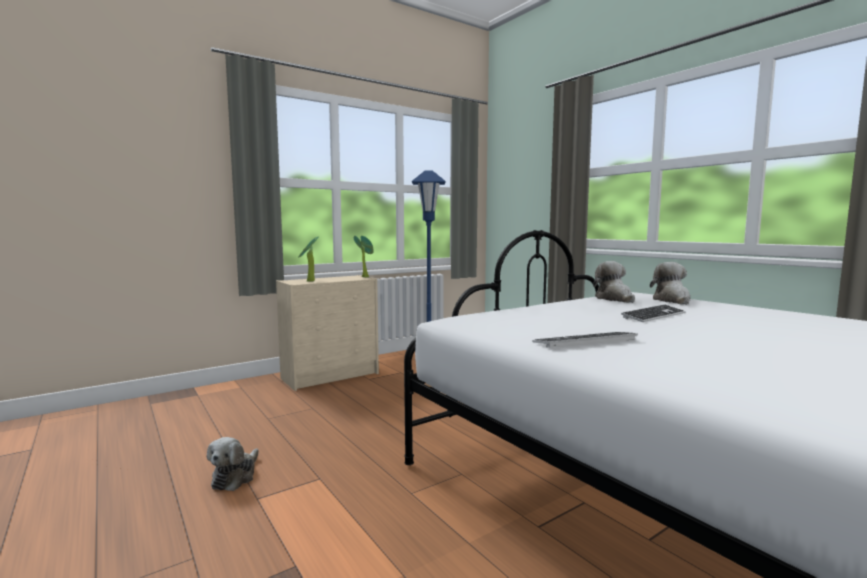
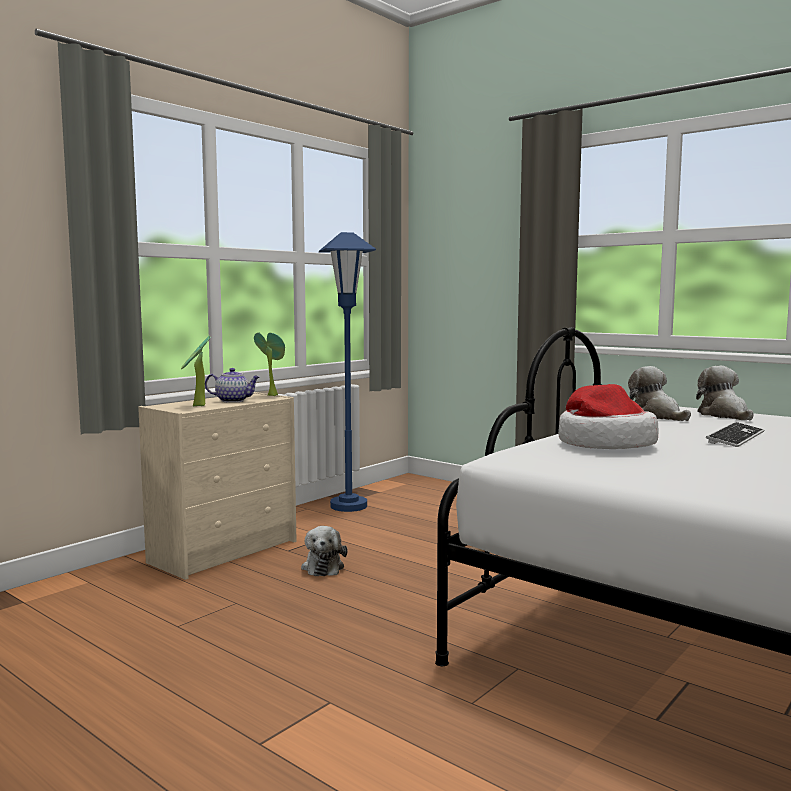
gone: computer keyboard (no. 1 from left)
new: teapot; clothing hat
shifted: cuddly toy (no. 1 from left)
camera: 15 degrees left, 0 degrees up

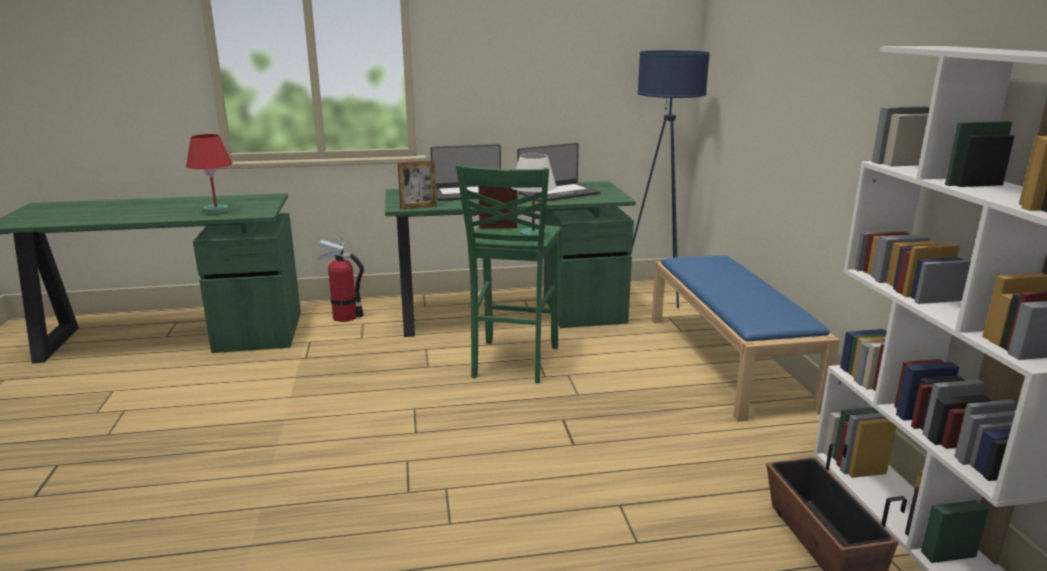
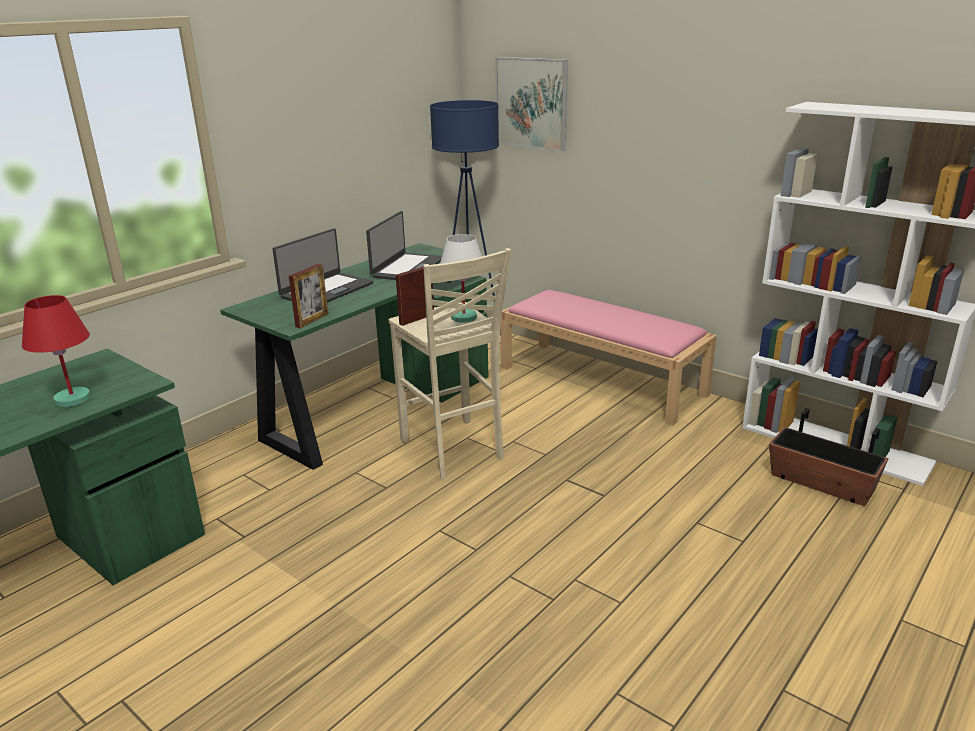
gone: extinguisher
new: wall art
repainted: green sitting stool to sand-coloured sitting stool; bluish indoor bench to pinkish indoor bench
camera: 40 degrees left, 5 degrees up

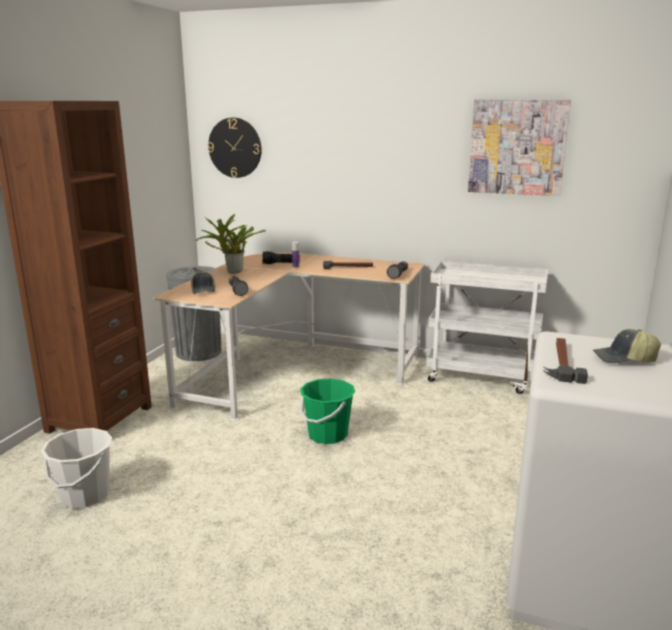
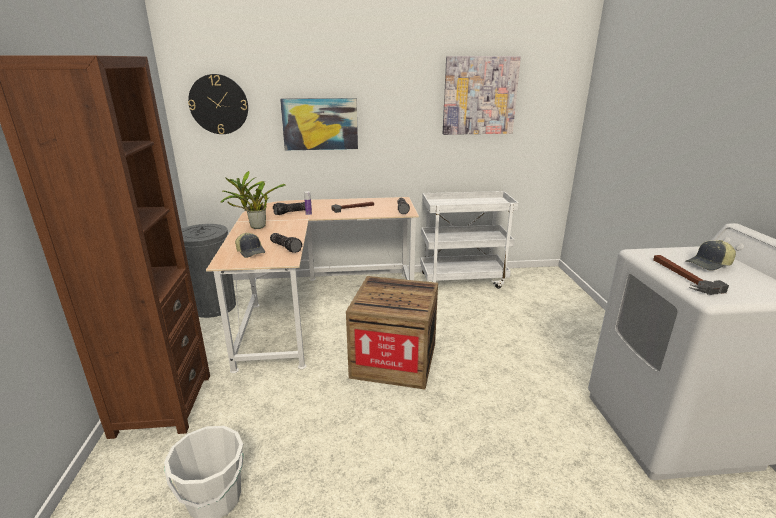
new: wall art (no. 1 from left)
swapped: green bucket to packing crate
camera: 25 degrees left, 5 degrees up

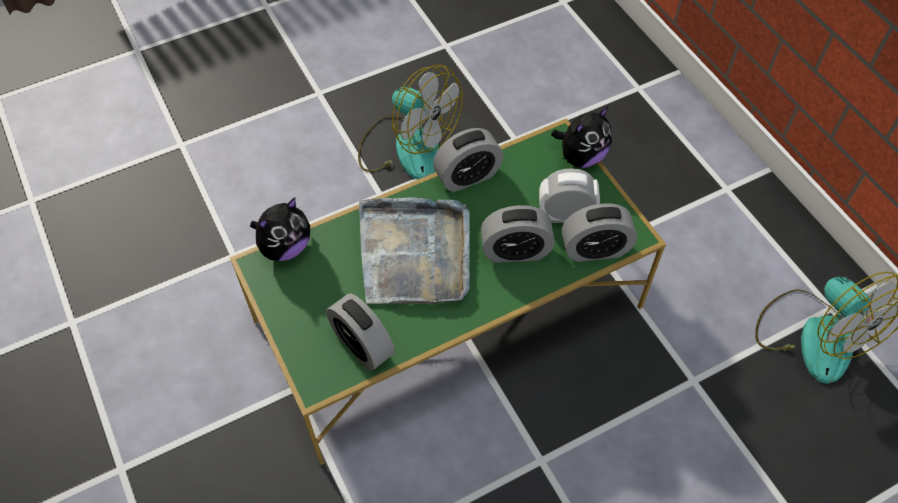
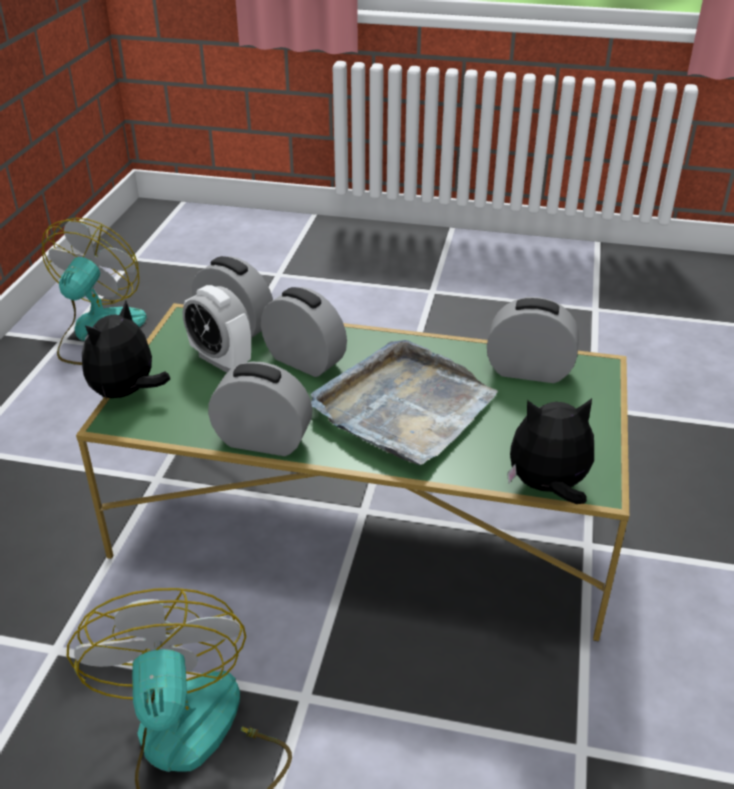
rotated: bedside clock (no. 1 from left in the first image) 75 degrees counterclockwise; cuddly toy (no. 2 from left in the first image) 60 degrees counterclockwise
camera: 140 degrees left, 20 degrees down

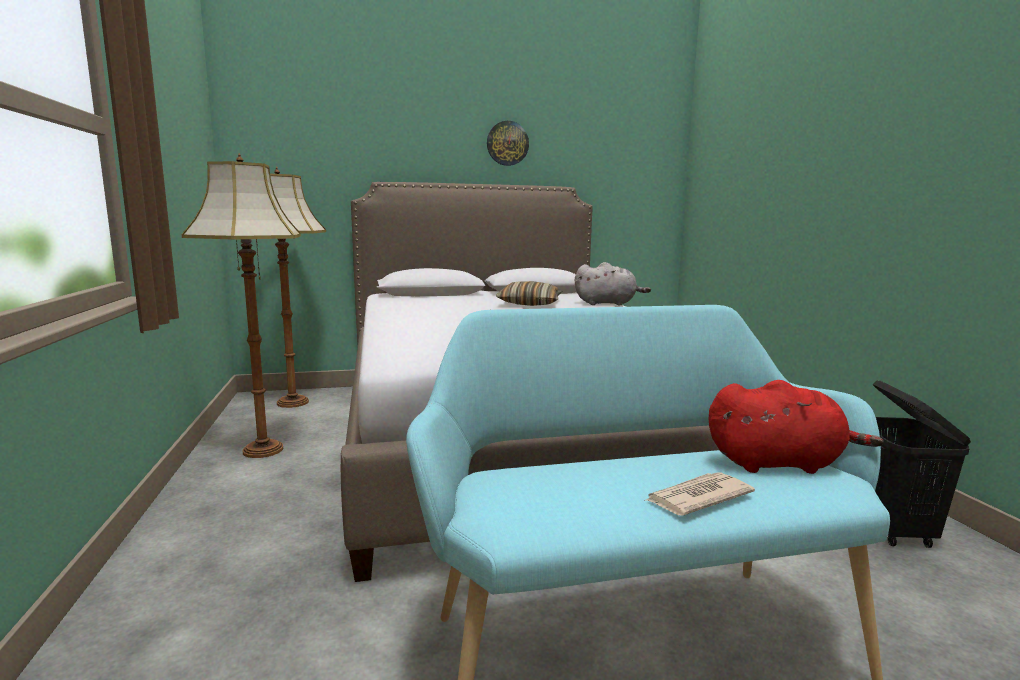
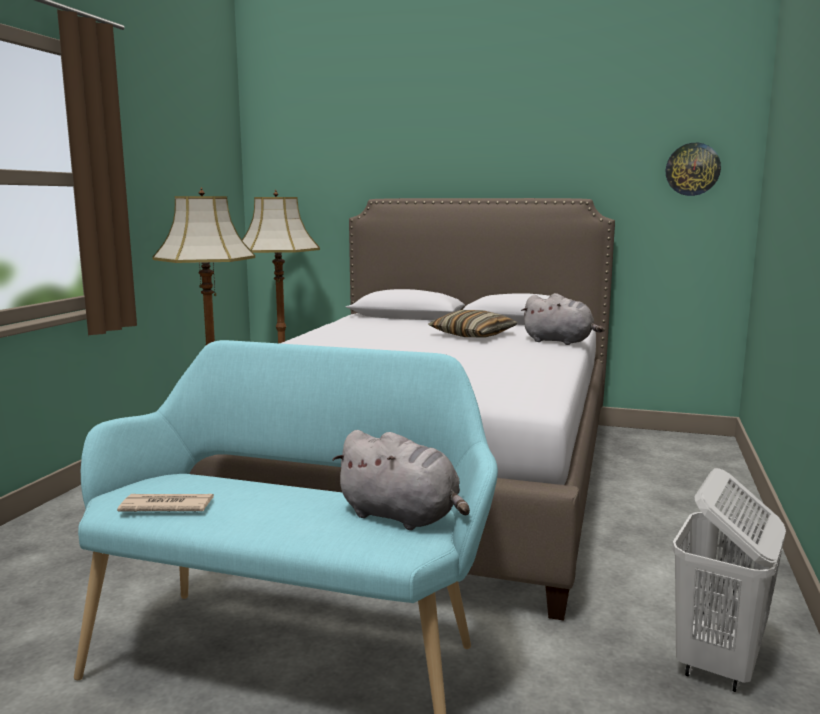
shifted: wall clock; newspaper
repainted: reddish cuddly toy to greyish cuddly toy (no. 1 from left); black-coloured hamper to white-coloured hamper
camera: 30 degrees right, 0 degrees up

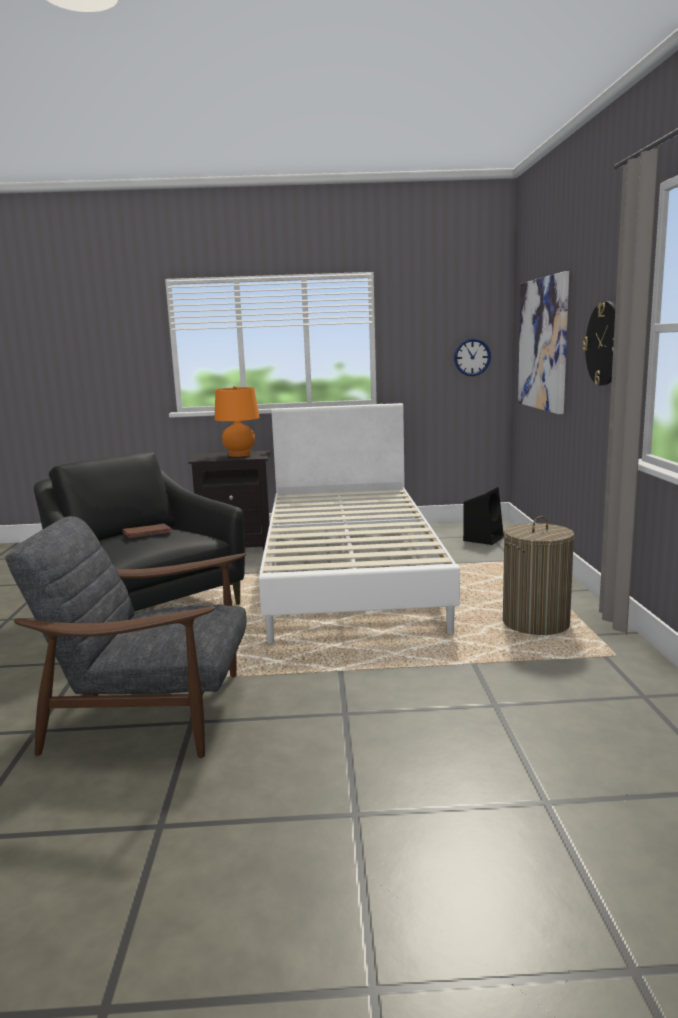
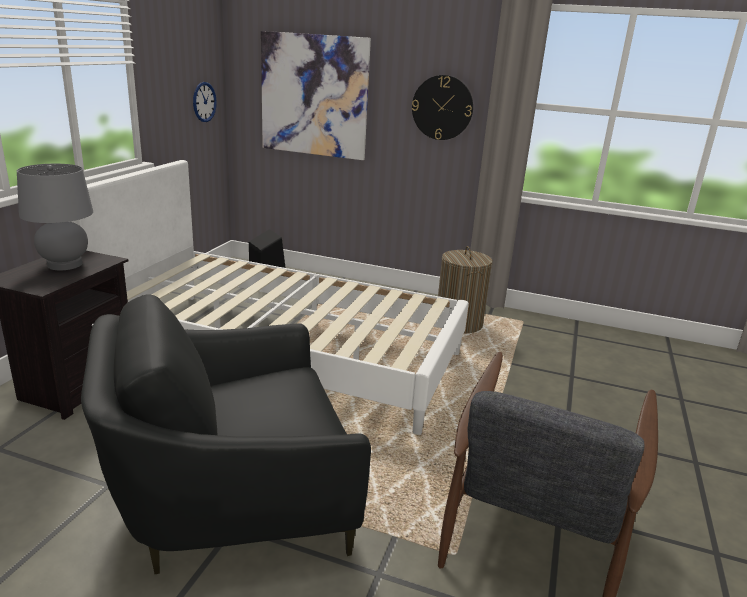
gone: brown-coloured book
repainted: orange-coloured table lamp to greyish table lamp
camera: 70 degrees left, 10 degrees up

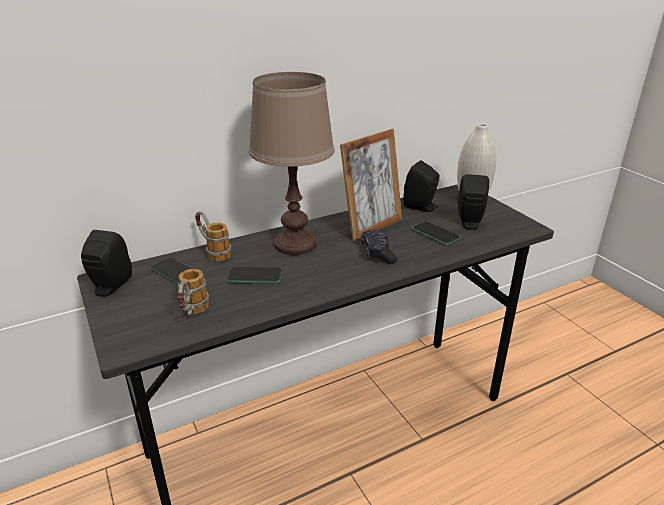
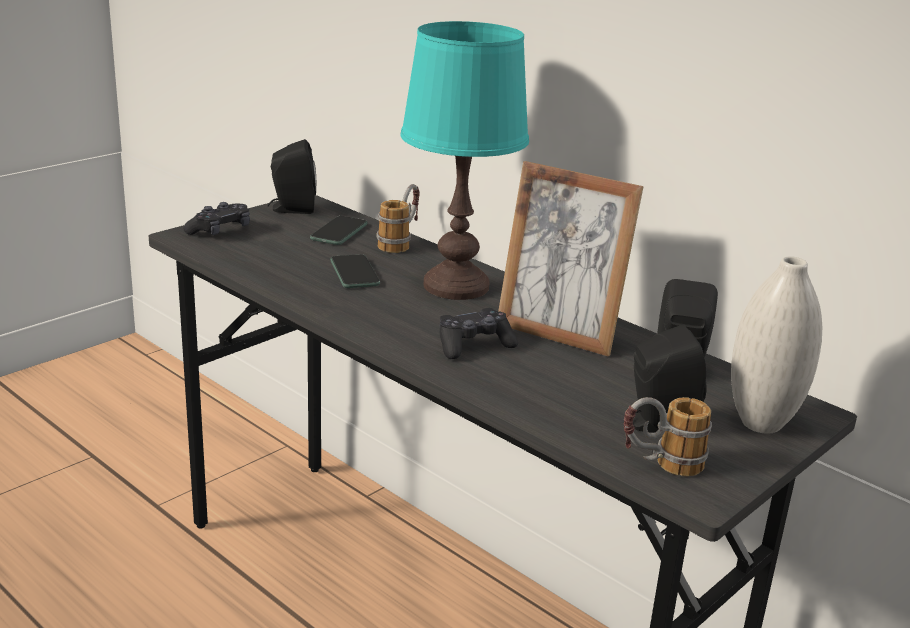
gone: handset (no. 3 from left)
new: black-coloured joypad (no. 1 from left)
shifted: tea mug (no. 1 from left in the first image) to tea mug (no. 2 from left)
repainted: brown-coloured table lamp to turquoise-coloured table lamp
camera: 70 degrees right, 5 degrees down

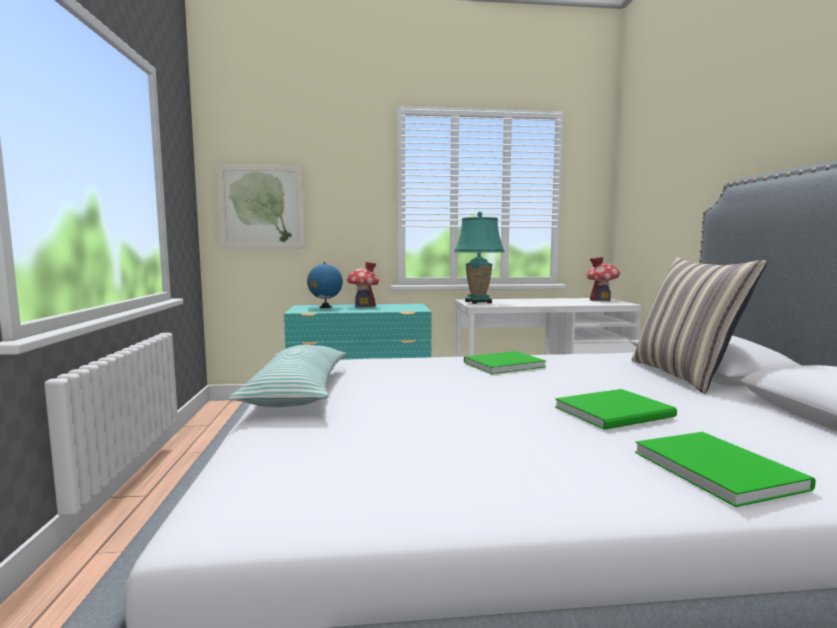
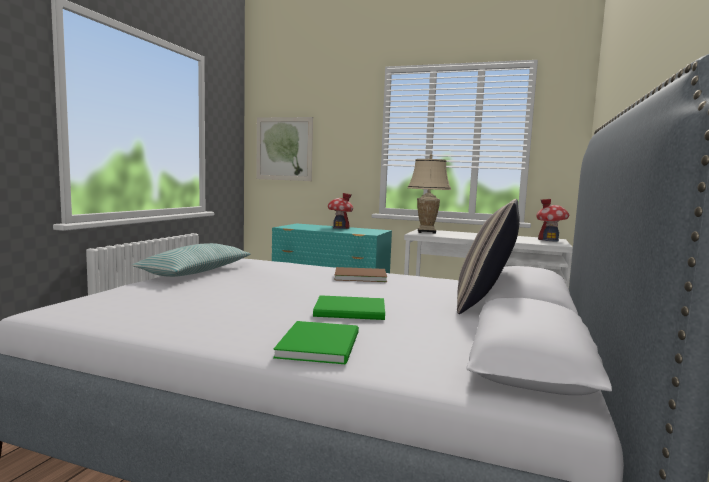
gone: world globe
repainted: turquoise-coloured table lamp to sand-coloured table lamp; green book (no. 1 from left) to brown-coloured book
camera: 25 degrees right, 0 degrees up

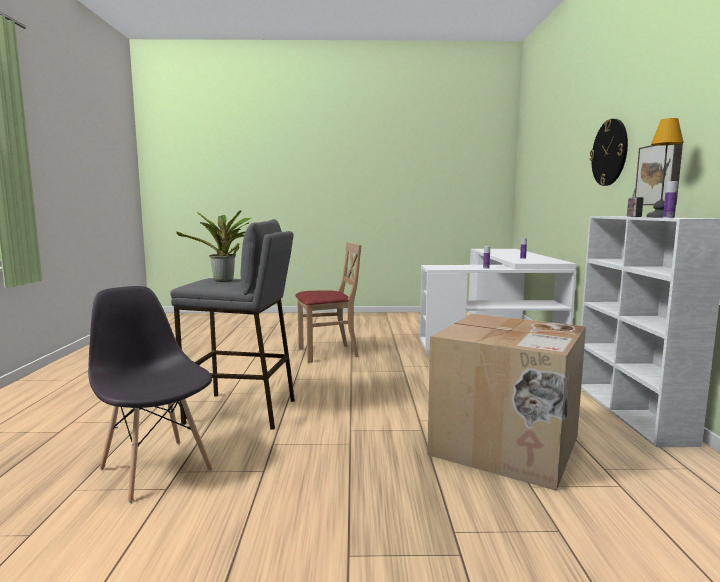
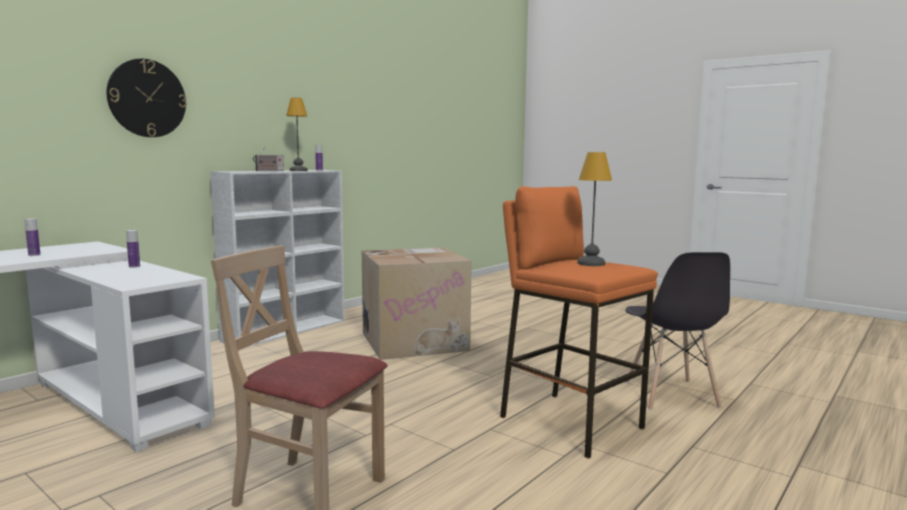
gone: wall art
swapped: potted plant to table lamp (no. 2 from left)
repainted: greyish sitting stool to orange-coloured sitting stool
camera: 140 degrees left, 0 degrees up

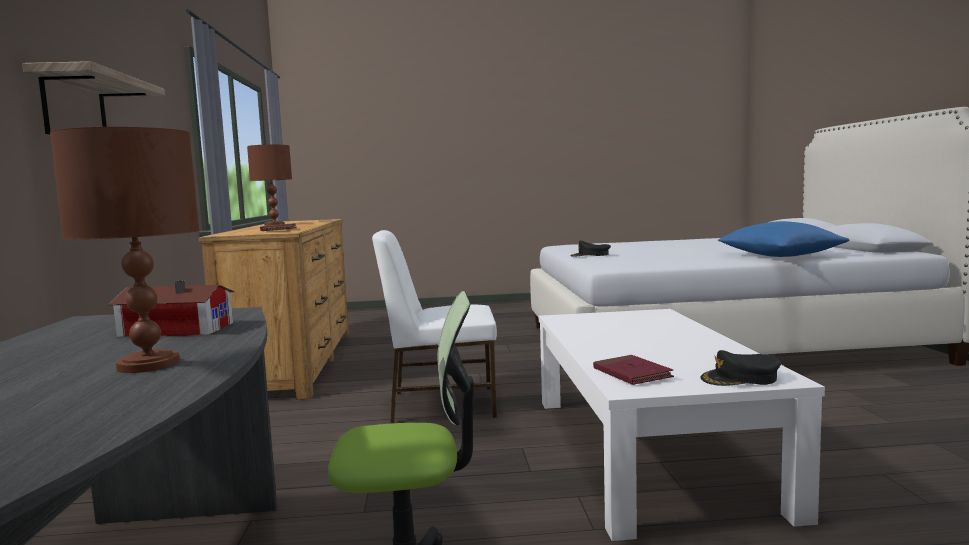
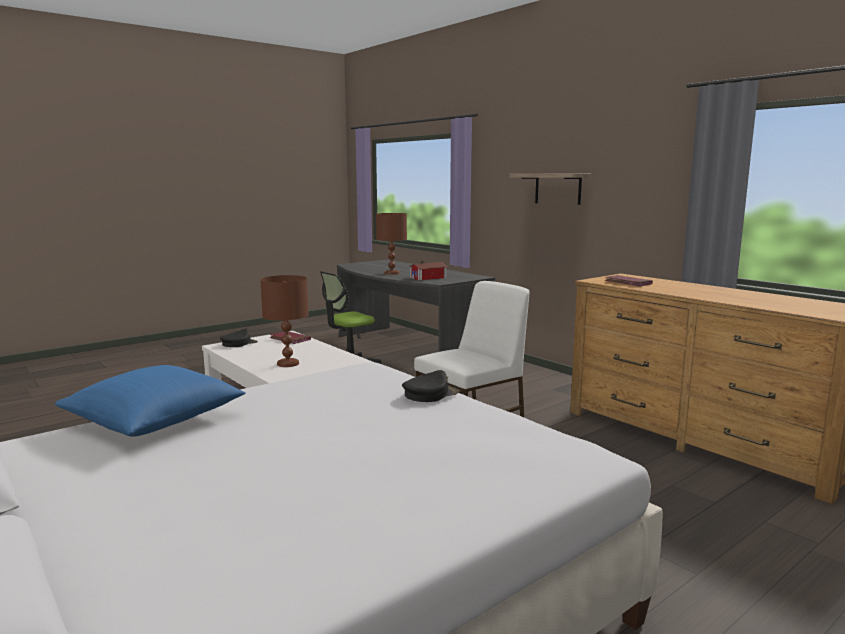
shifted: brown-coloured table lamp (no. 2 from left in the first image) to brown-coloured table lamp (no. 1 from left)
camera: 145 degrees right, 5 degrees up

